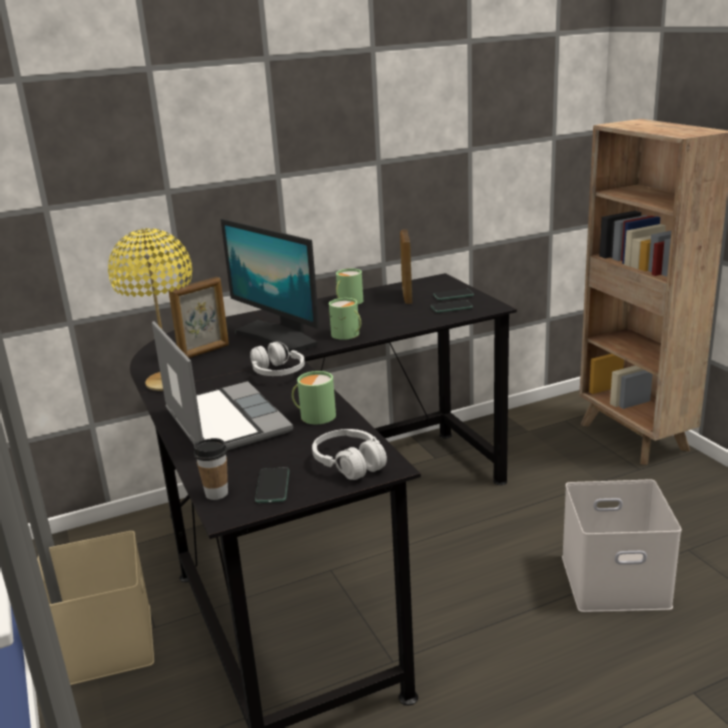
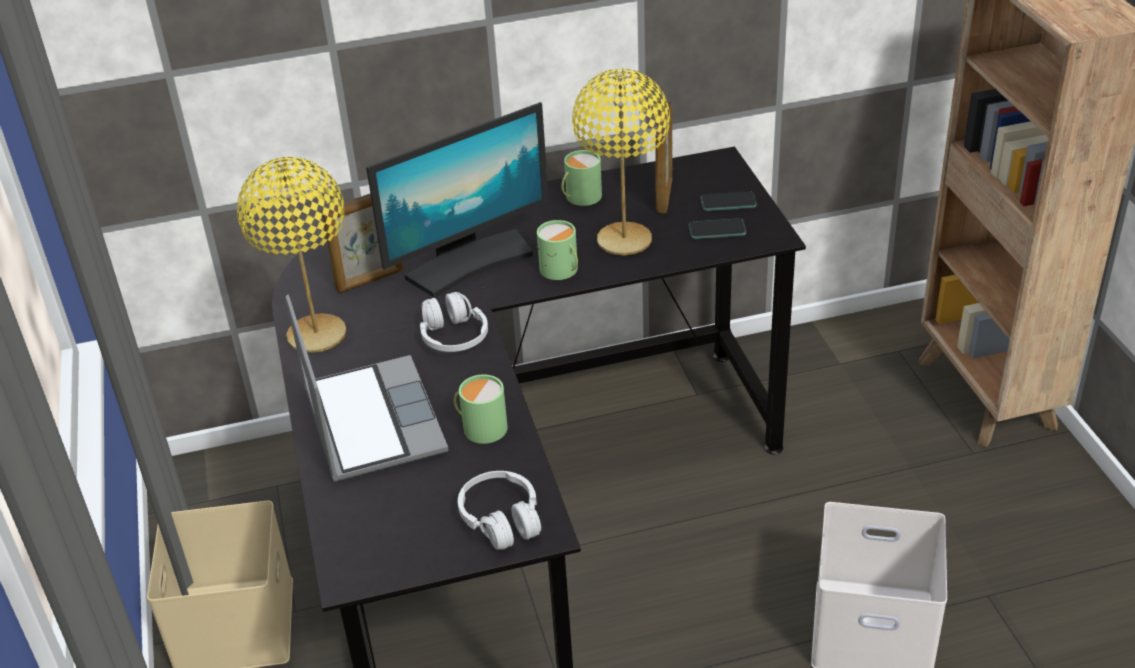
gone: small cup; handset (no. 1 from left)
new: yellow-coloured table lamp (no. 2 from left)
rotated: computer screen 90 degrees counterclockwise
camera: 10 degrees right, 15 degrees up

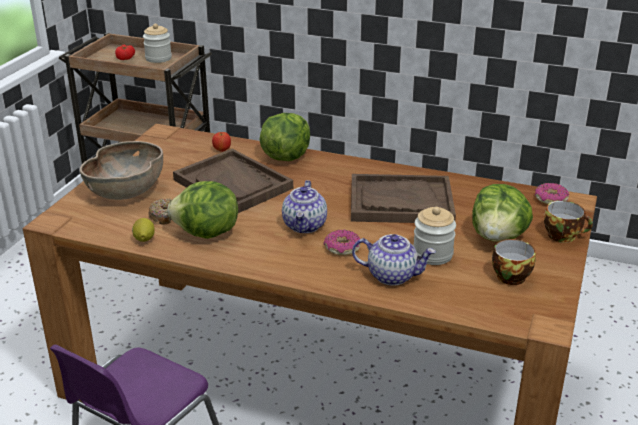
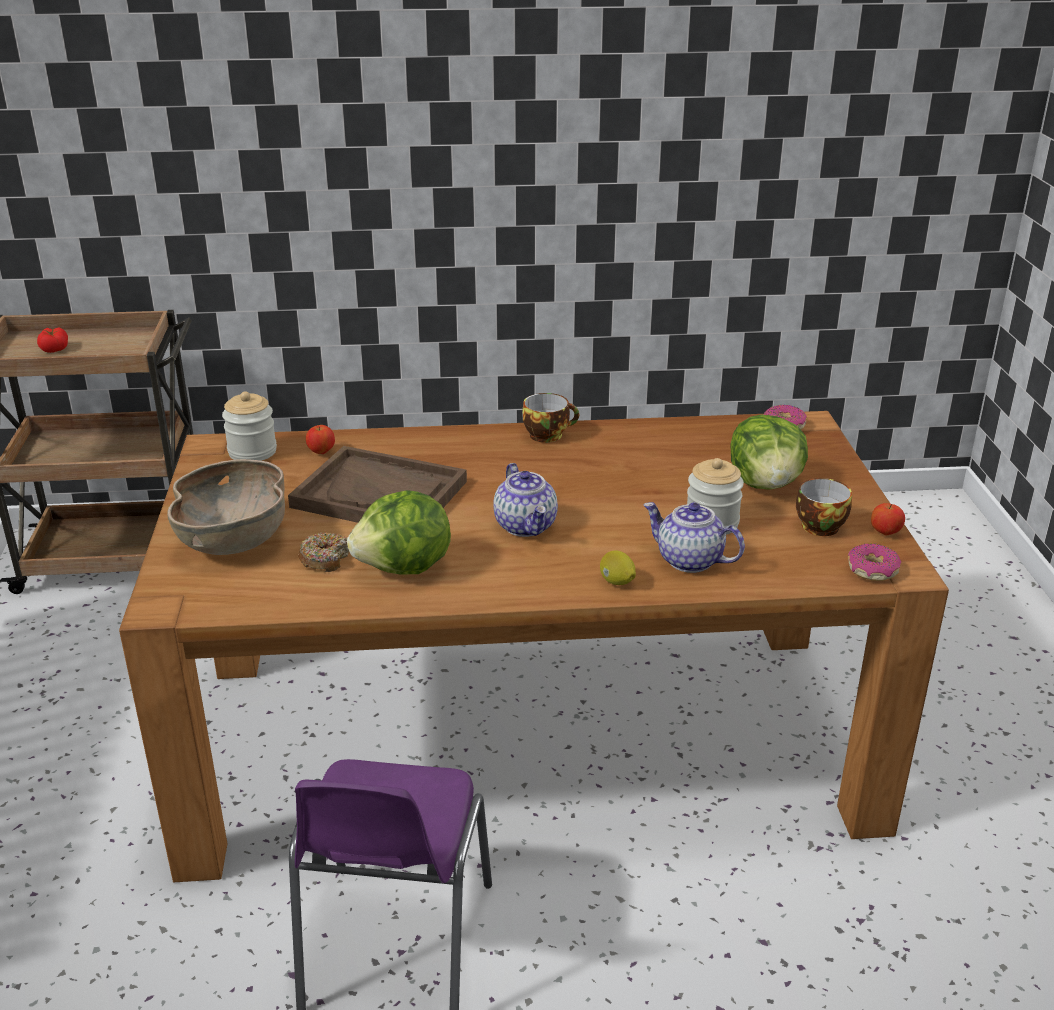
gone: lettuce head (no. 2 from left); brown-coloured carrying tray (no. 2 from left)
new: whole apple (no. 2 from left)
shifted: whole lemon; preserve jar (no. 1 from left); doughnut (no. 2 from left in the first image) to doughnut (no. 3 from left); small cup (no. 2 from left in the first image) to small cup (no. 1 from left)
rotated: teapot (no. 2 from left) 135 degrees counterclockwise
camera: 25 degrees left, 0 degrees up

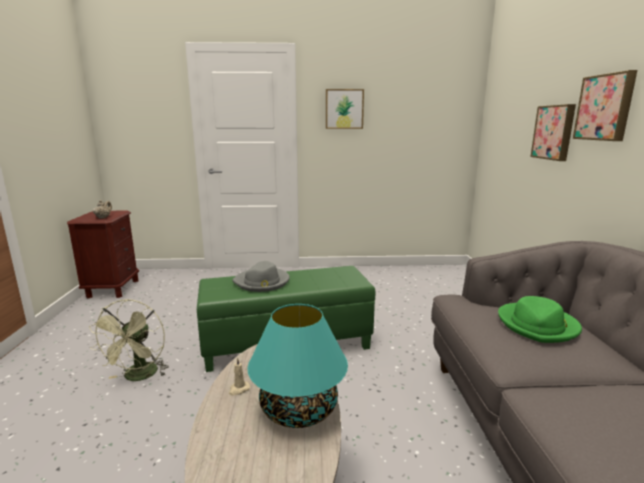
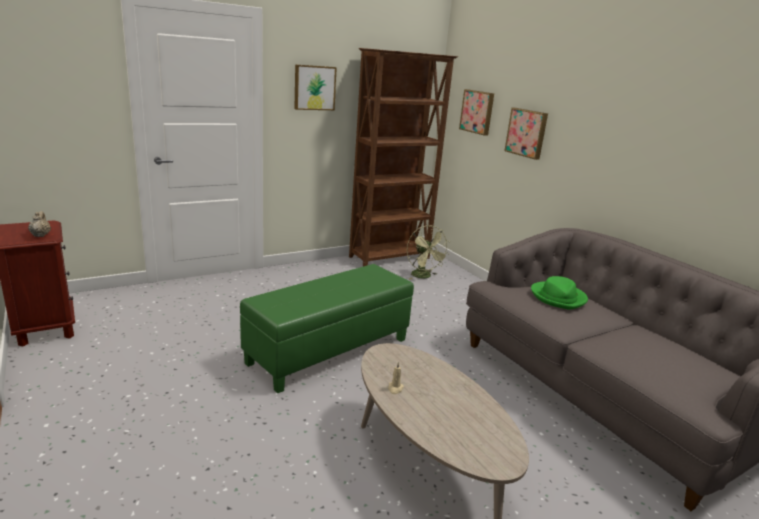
gone: greyish clothing hat; turquoise-coloured table lamp
new: brown-coloured bookshelf
shifted: green electric fan; wall art (no. 3 from left in the first image) to wall art (no. 2 from left)
camera: 30 degrees left, 5 degrees up

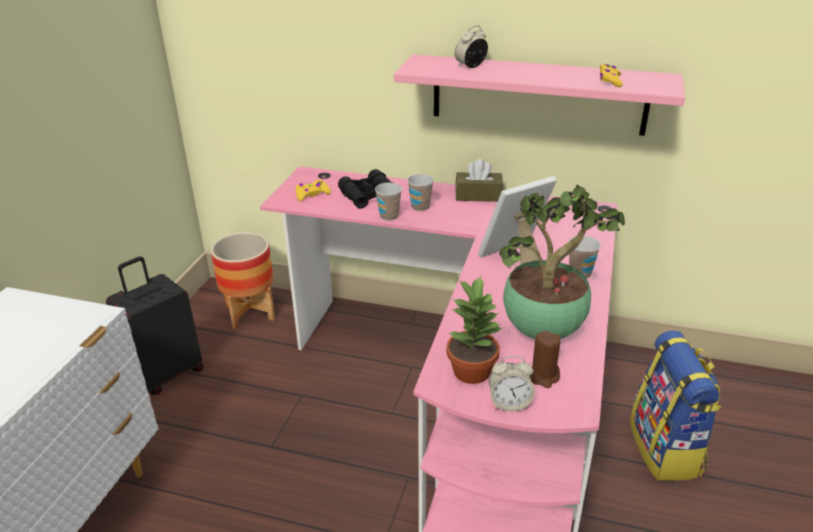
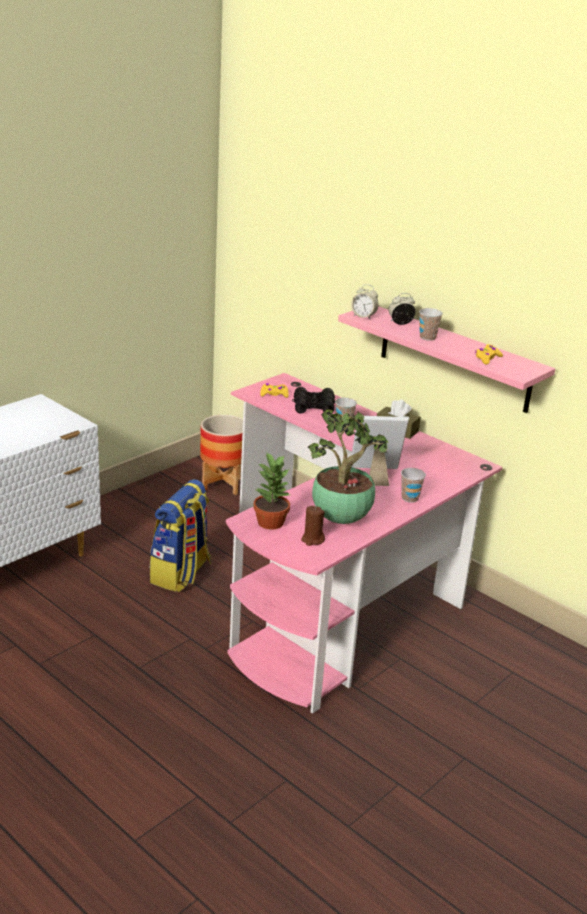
gone: black-coloured suitcase
shifted: small cup (no. 1 from left in the first image) to small cup (no. 3 from left); bedside clock (no. 2 from left in the first image) to bedside clock (no. 1 from left); backpack
camera: 25 degrees right, 5 degrees down

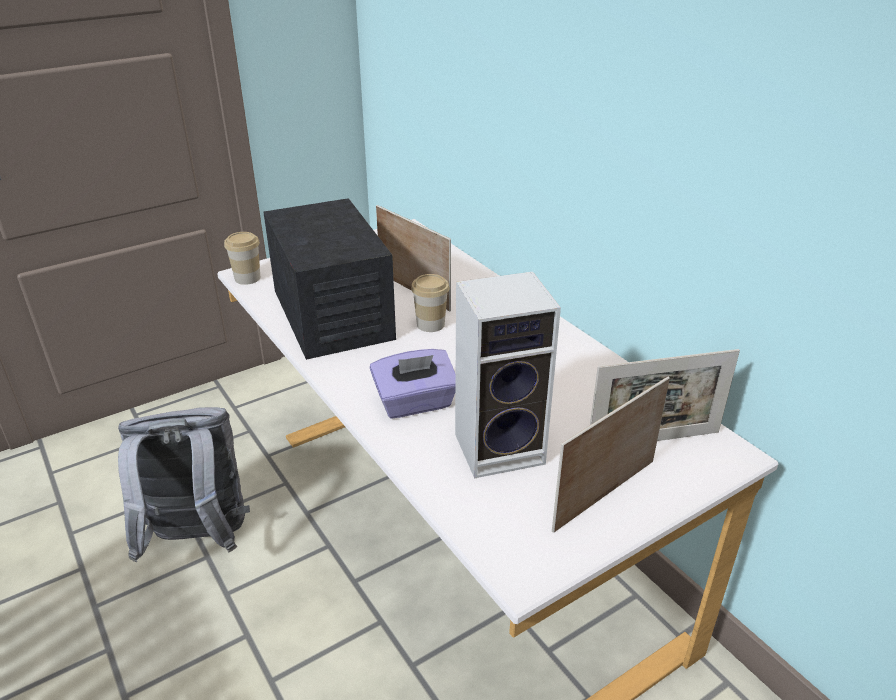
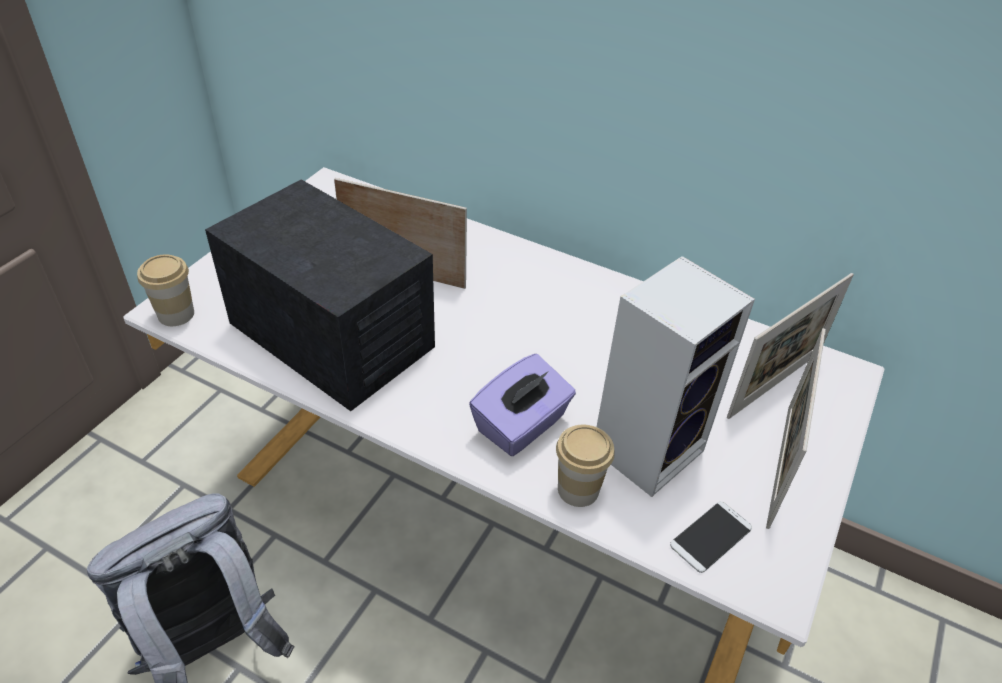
new: handset
shifted: small cup (no. 2 from left)
camera: 30 degrees left, 10 degrees up

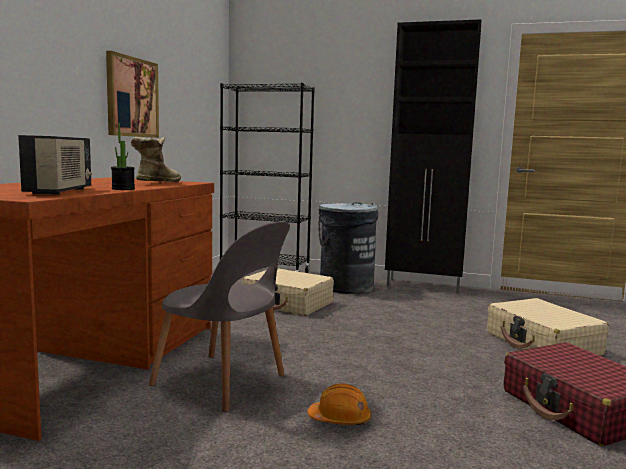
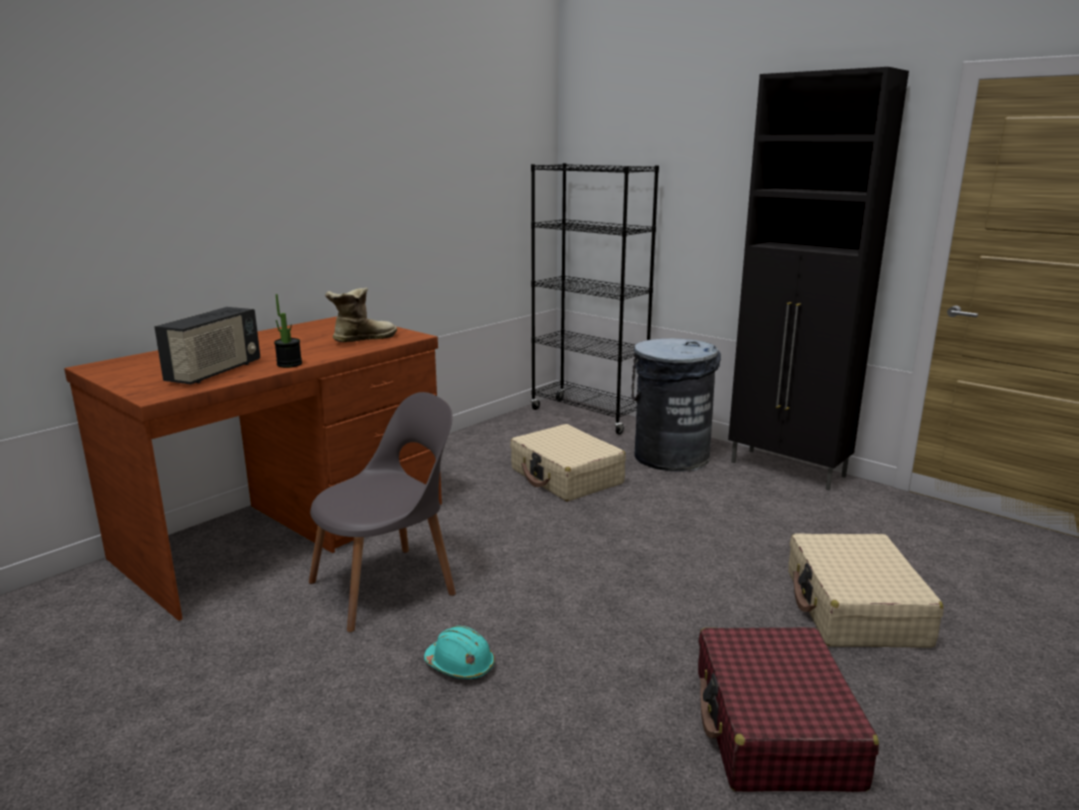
gone: wall art
repainted: orange-coloured hard hat to turquoise-coloured hard hat
rotated: greyish upright chair 90 degrees counterclockwise
camera: 25 degrees right, 10 degrees up

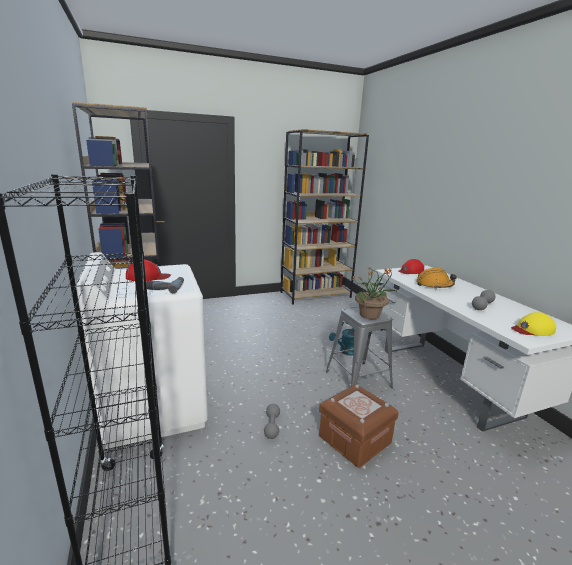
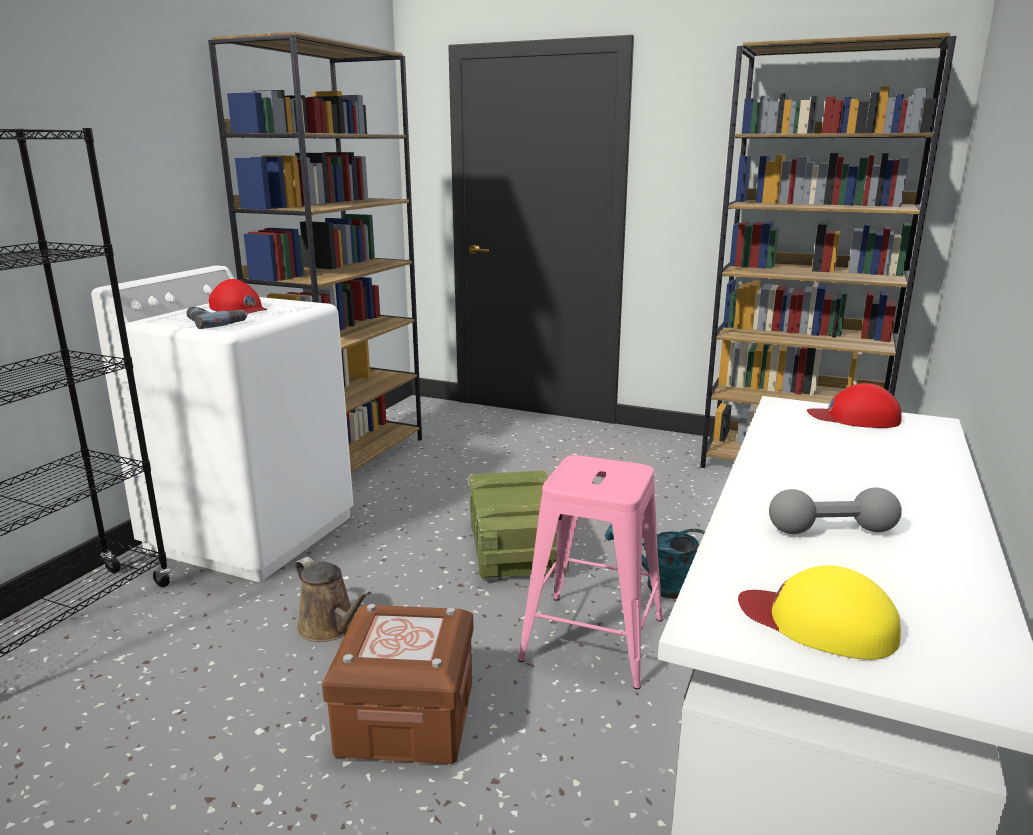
gone: potted plant; orange-coloured hard hat
new: packing crate
swapped: greyish dumbbell (no. 1 from left) to brown-coloured watering pot
repainted: greyish sitting stool to pinkish sitting stool
camera: 45 degrees right, 0 degrees up

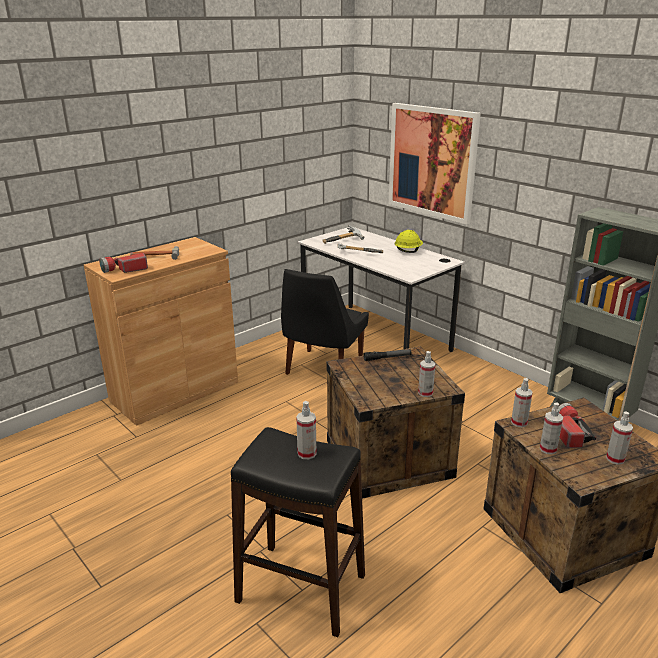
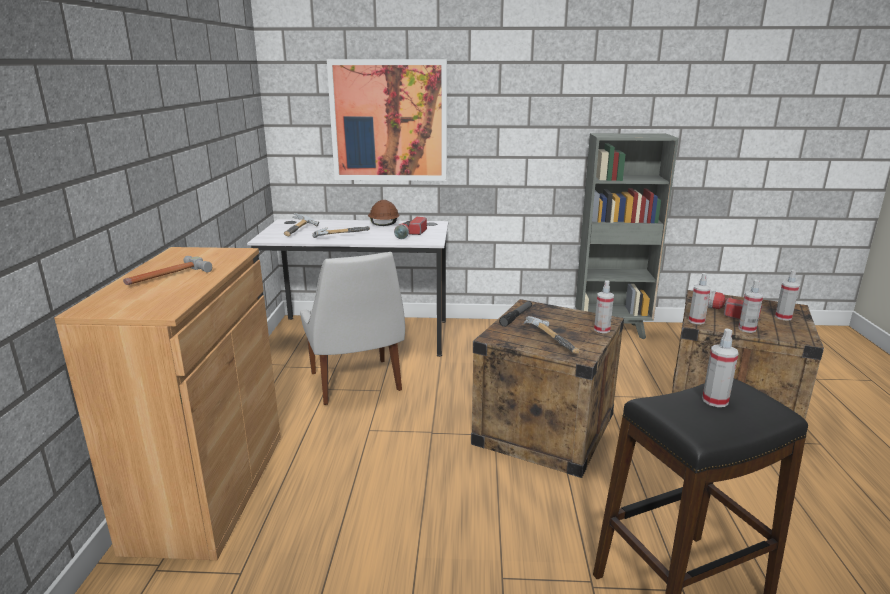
new: tool hammer (no. 4 from left)
shifted: hand torch (no. 1 from left)
repainted: black-coloured upright chair to white-coloured upright chair; yellow-coloured hard hat to brown-coloured hard hat
camera: 45 degrees left, 5 degrees down

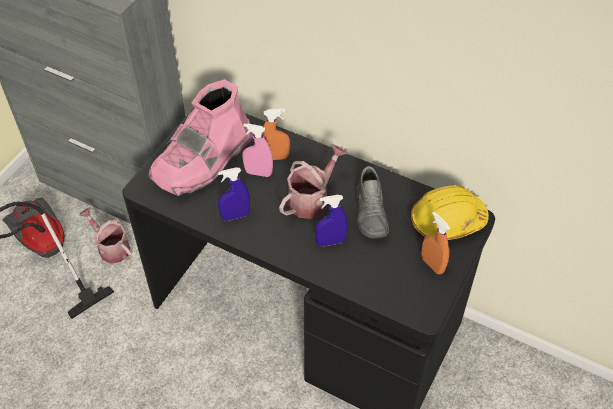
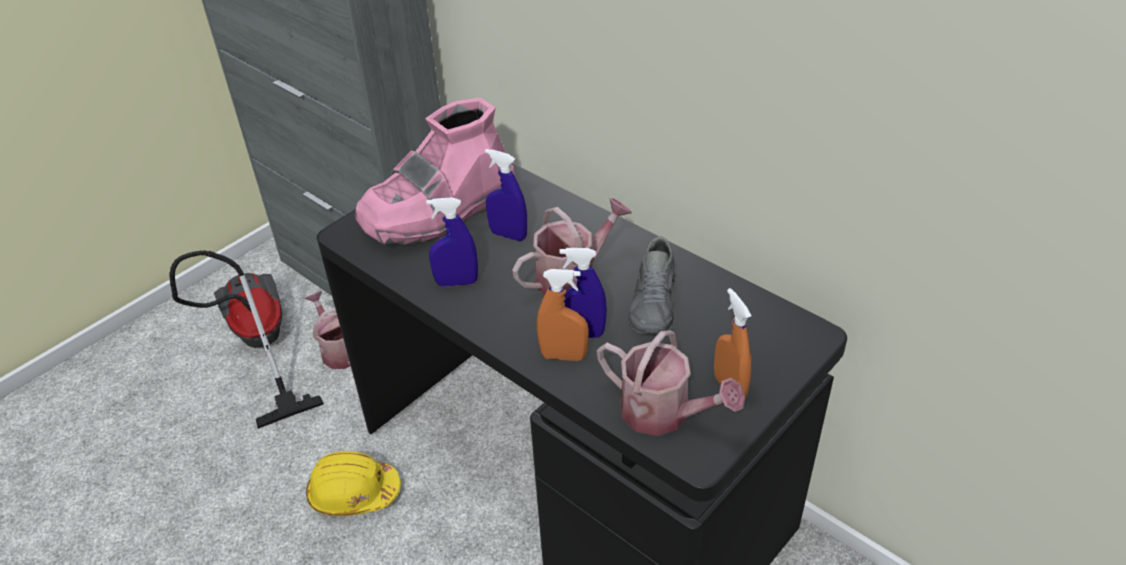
new: watering pot (no. 3 from left)
shifted: orange-coloured spray bottle (no. 1 from left); yellow-coloured hard hat
repainted: pinkish spray bottle to bluish spray bottle (no. 2 from left)
camera: 15 degrees right, 10 degrees down

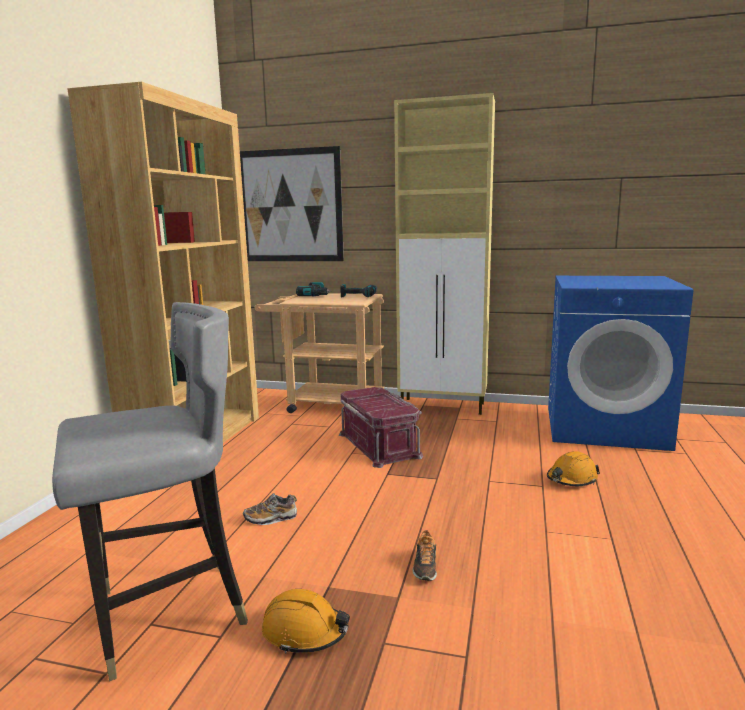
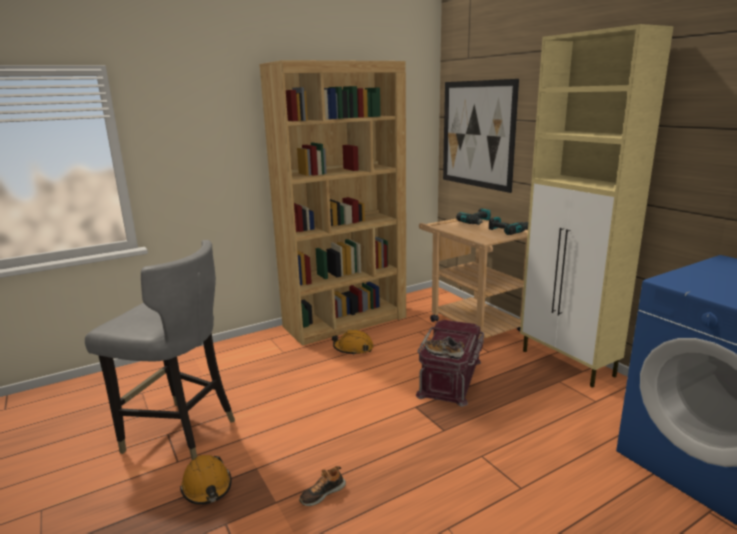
shifted: shoe (no. 1 from left in the first image) to shoe (no. 2 from left); orange-coloured hard hat (no. 2 from left)
camera: 45 degrees right, 5 degrees up

